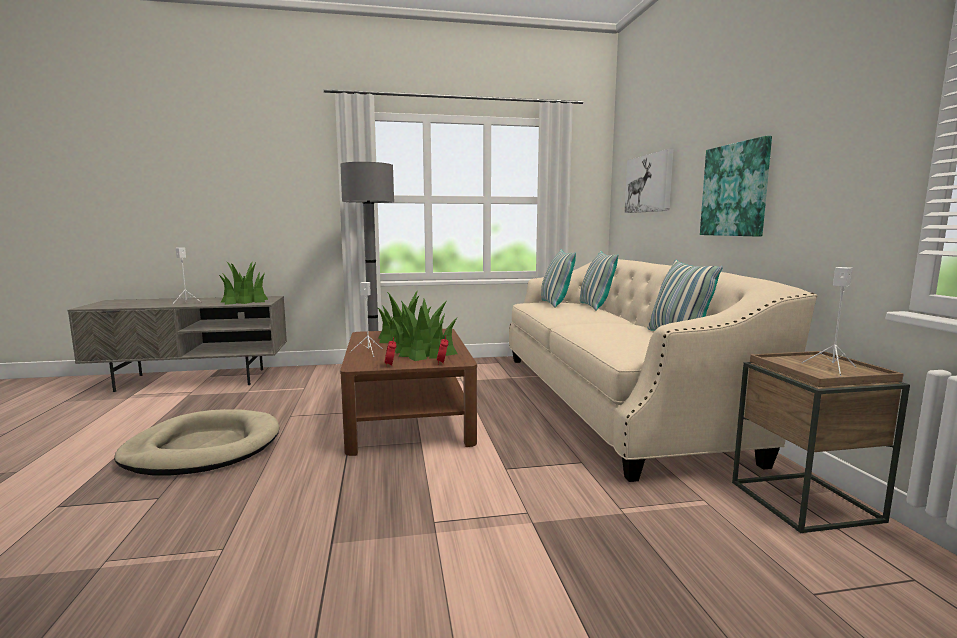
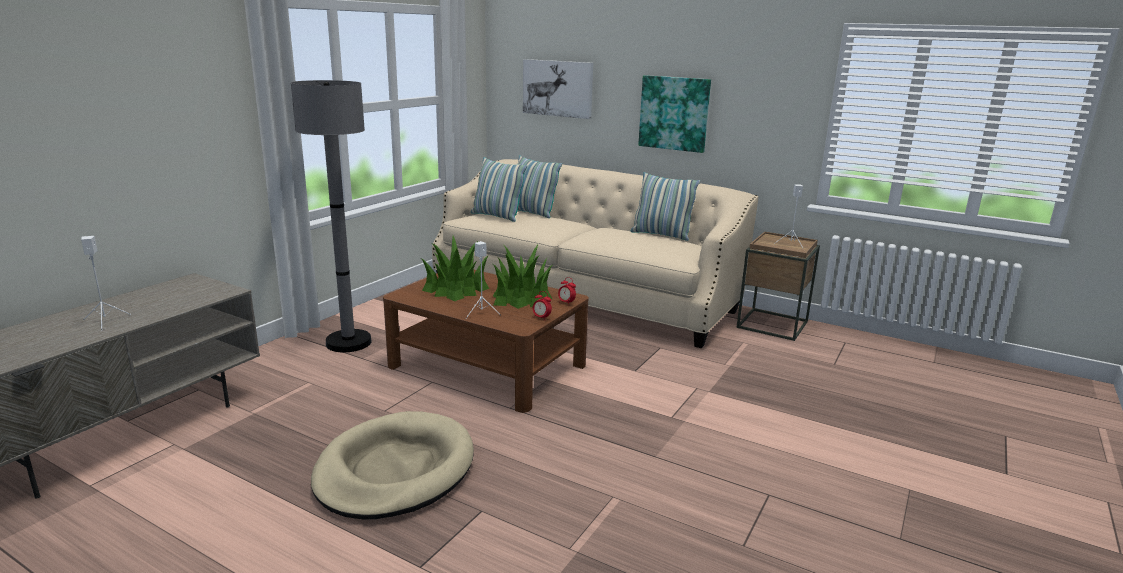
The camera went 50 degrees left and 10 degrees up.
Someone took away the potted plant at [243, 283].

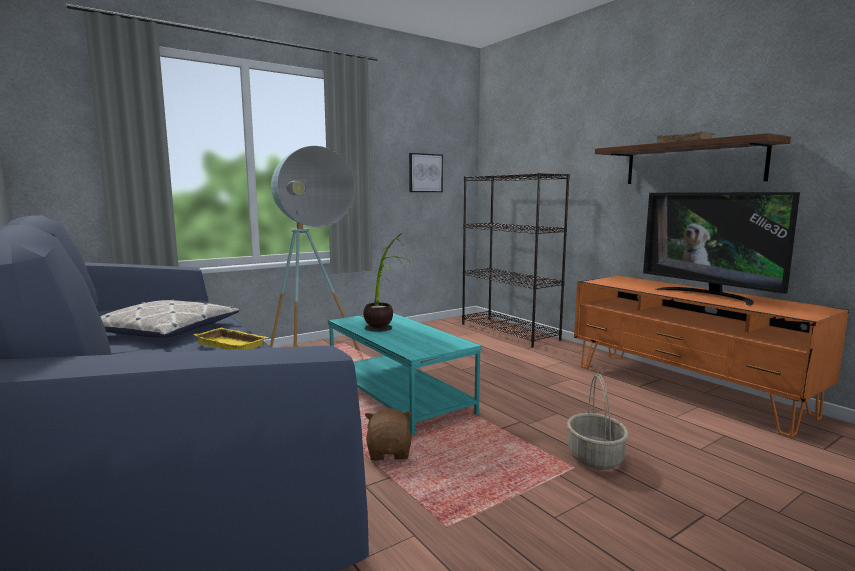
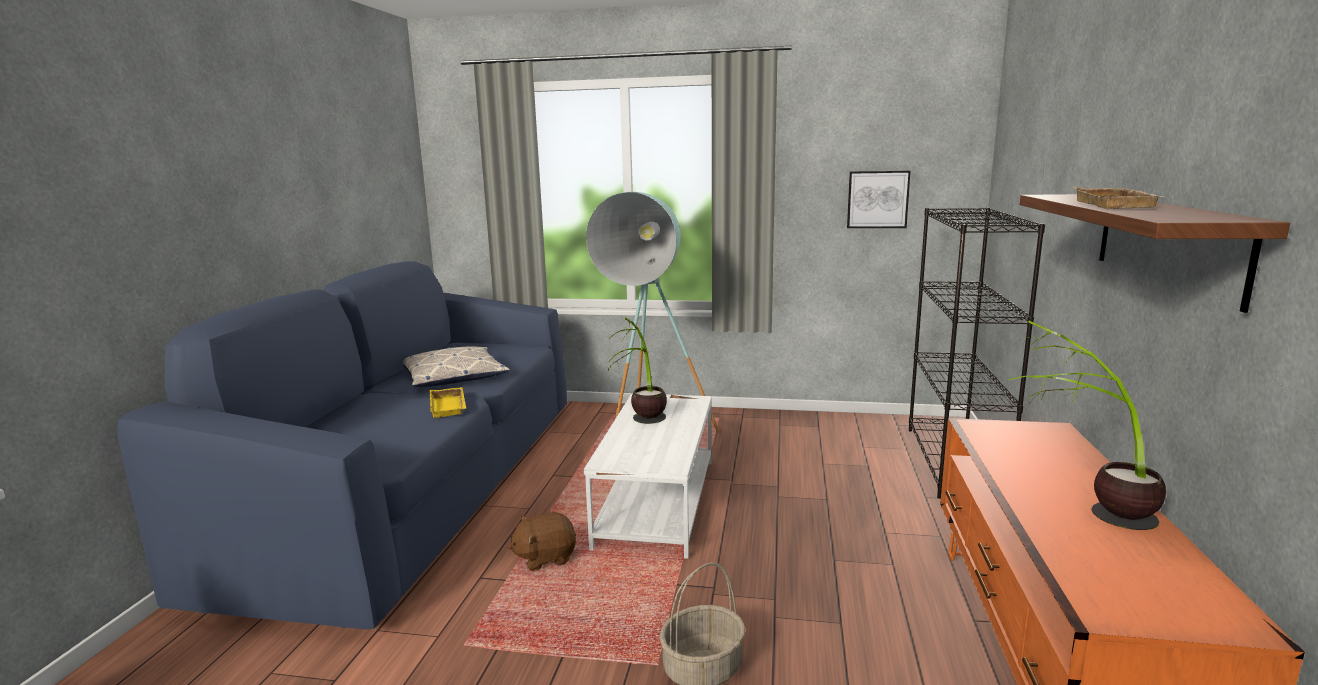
The camera went 45 degrees right and 5 degrees up.
Someone swapped the TV set at [721, 249] for the potted plant at [1087, 425].
Someone repainted the turquoise lounge table at [405, 374], which became the whitish lounge table at [647, 476].
Someone rotated the brown-coloured soft toy at [388, 434] by 150 degrees counterclockwise.

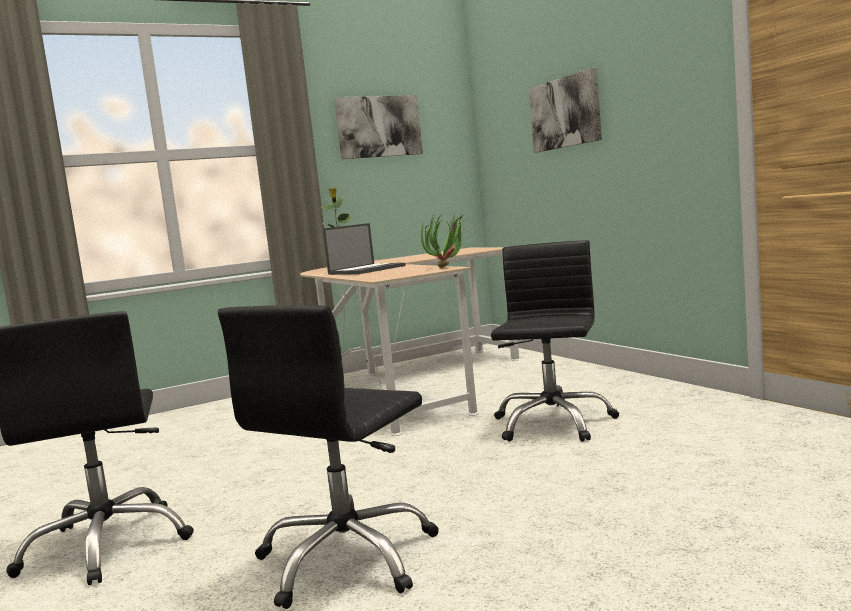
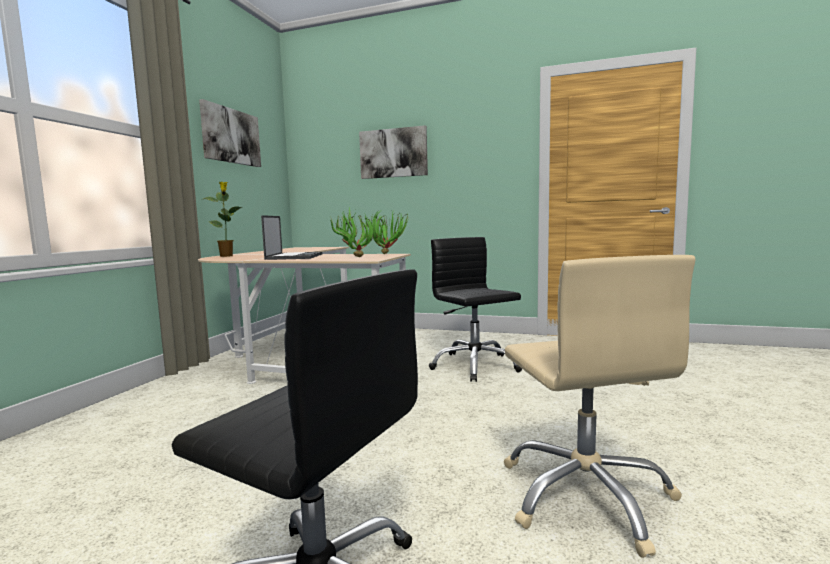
The camera went 45 degrees left and 0 degrees up.
Someone put down the potted plant at [352, 232].
Someone repainted the black computer chair at [328, 457], which became the sand-coloured computer chair at [599, 406].

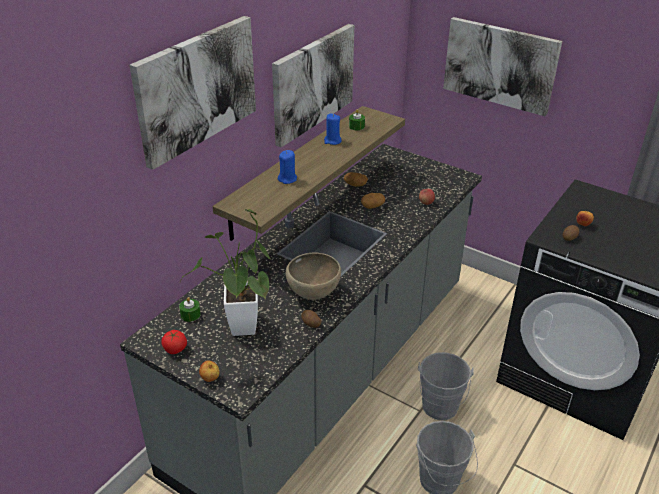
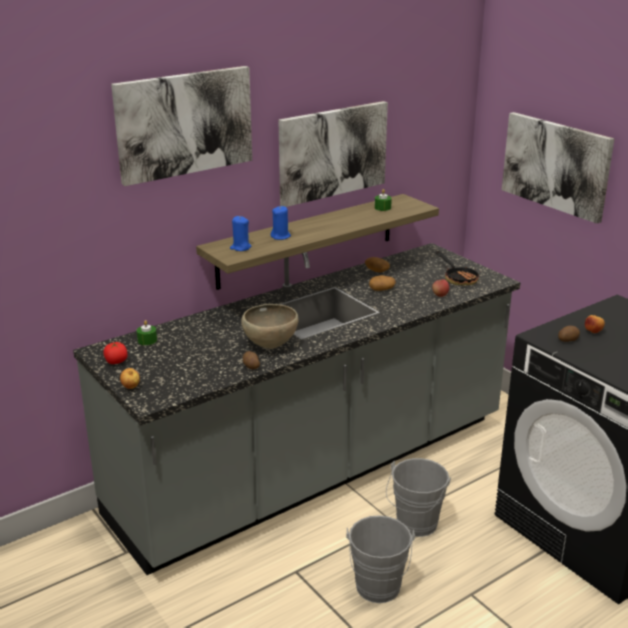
The camera went 20 degrees right and 10 degrees down.
Someone took away the potted plant at [225, 272].
Someone put down the skillet at [457, 268].
Someone carried the blue wax light from [333, 129] to [240, 233].

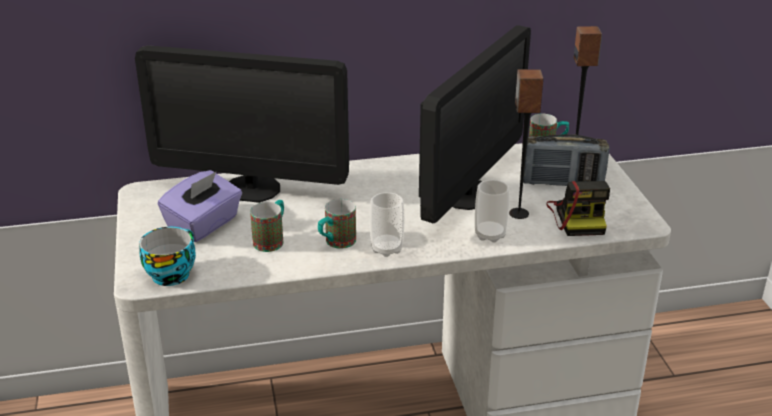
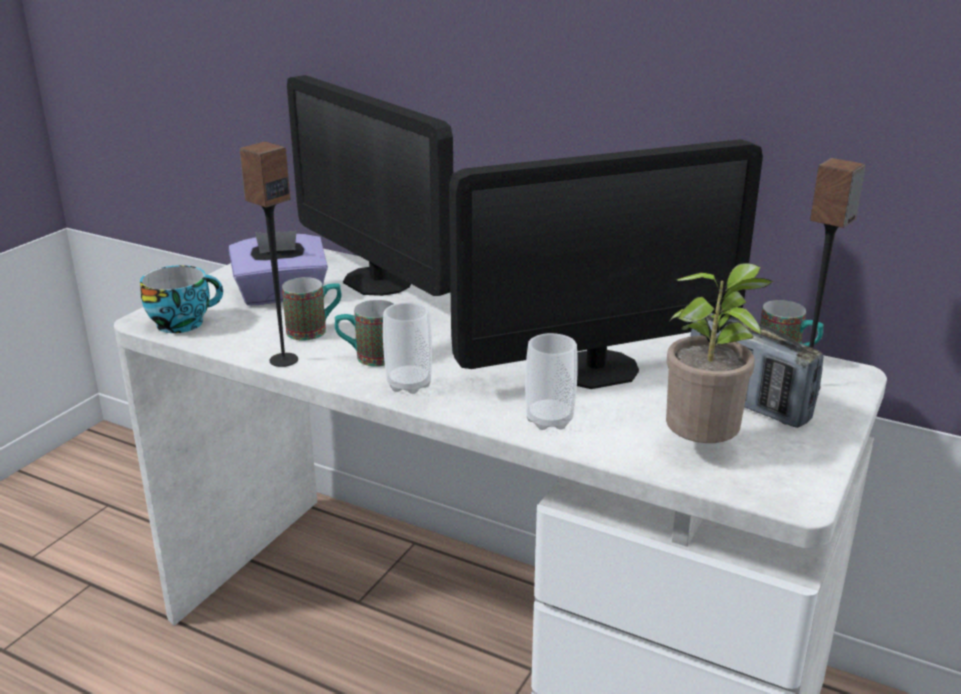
The camera went 40 degrees right and 5 degrees down.
Someone carried the loudspeaker from [526, 144] to [268, 254].
Someone swapped the still camera at [578, 208] for the potted plant at [719, 353].

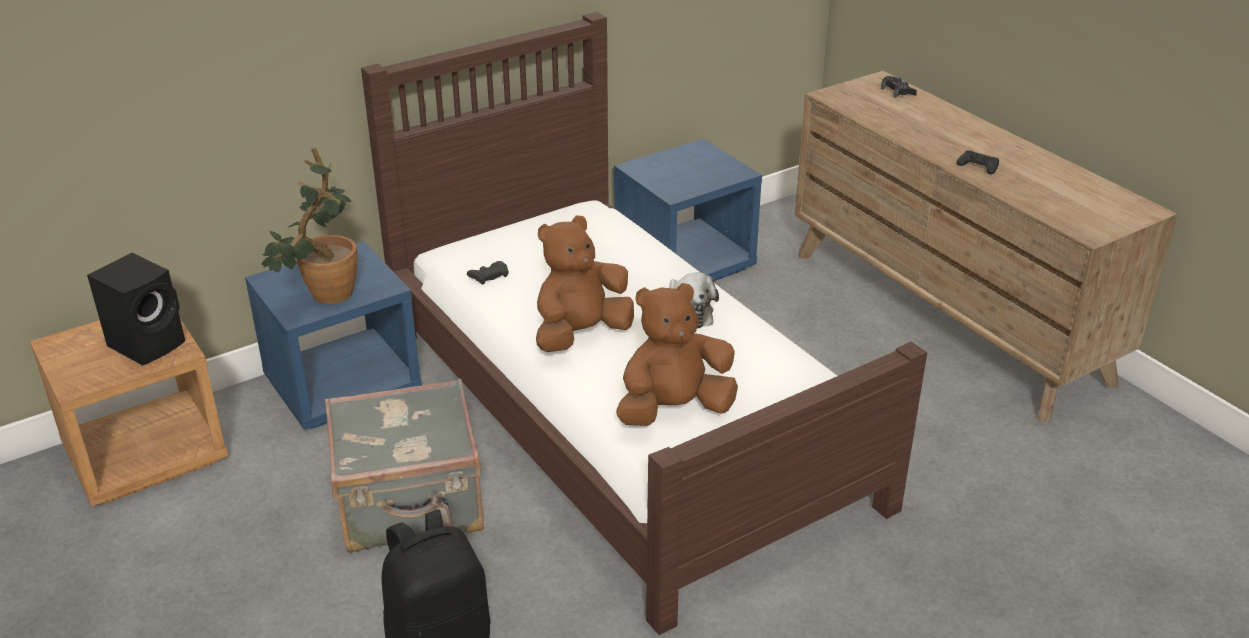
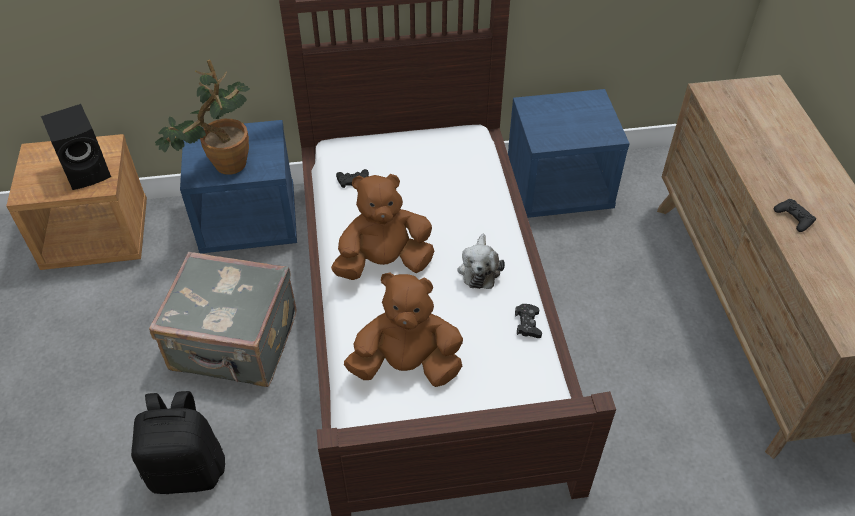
The camera went 25 degrees right and 15 degrees up.
Someone carried the black joypad from [899, 87] to [528, 321].

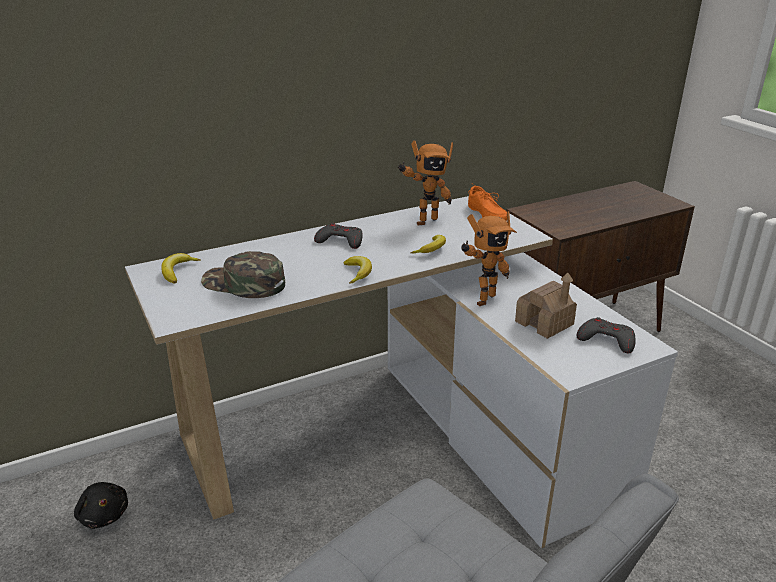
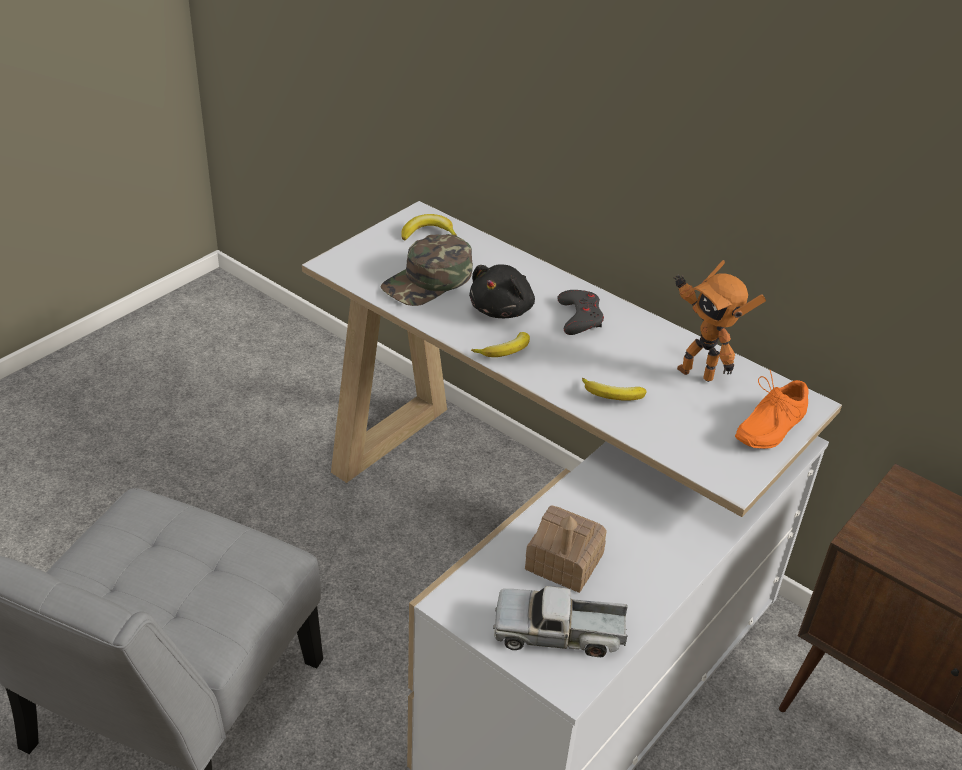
The camera went 65 degrees right and 10 degrees up.
Someone took away the model robot at [489, 258].
Someone carried the black soft toy from [101, 505] to [502, 291].
Someone swapped the gray joypad at [606, 335] for the toy truck at [560, 621].
Someone rotated the green peaked cap at [243, 274] by 135 degrees counterclockwise.

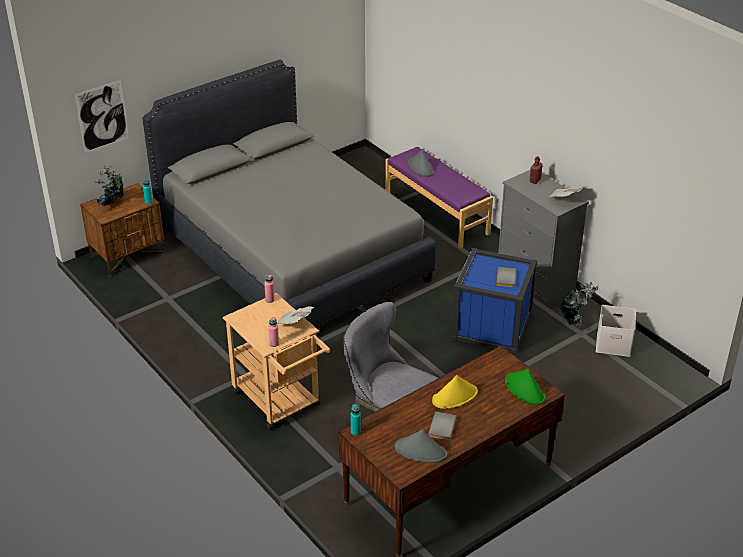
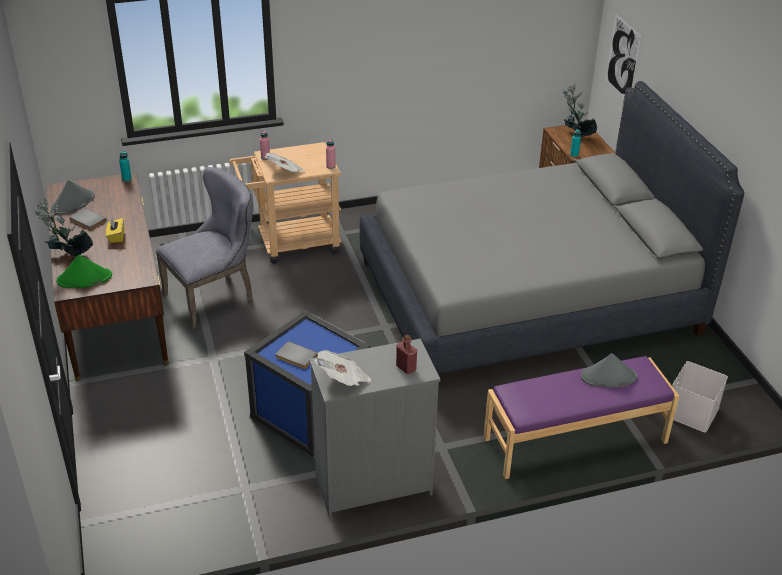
The camera went 110 degrees right and 0 degrees up.
Someone carried the potted plant from [579, 305] to [63, 227].
Someone carried the whitish storage box from [616, 331] to [697, 397].
Someone swapped the yellow-coloured wearable hat at [455, 392] for the yellow-coloured tissue box at [115, 230].

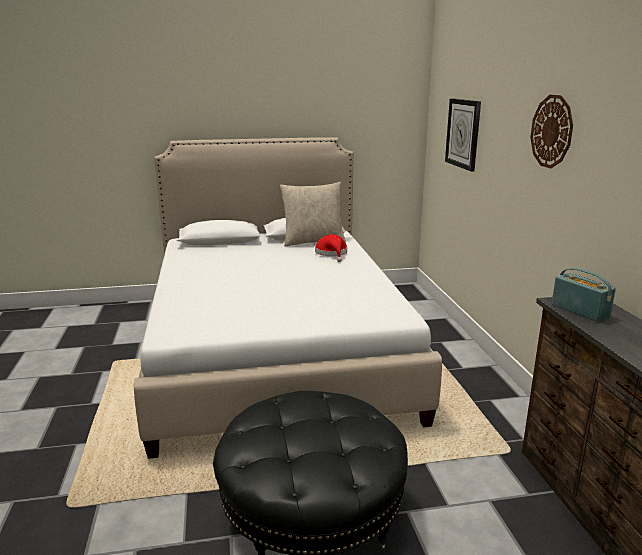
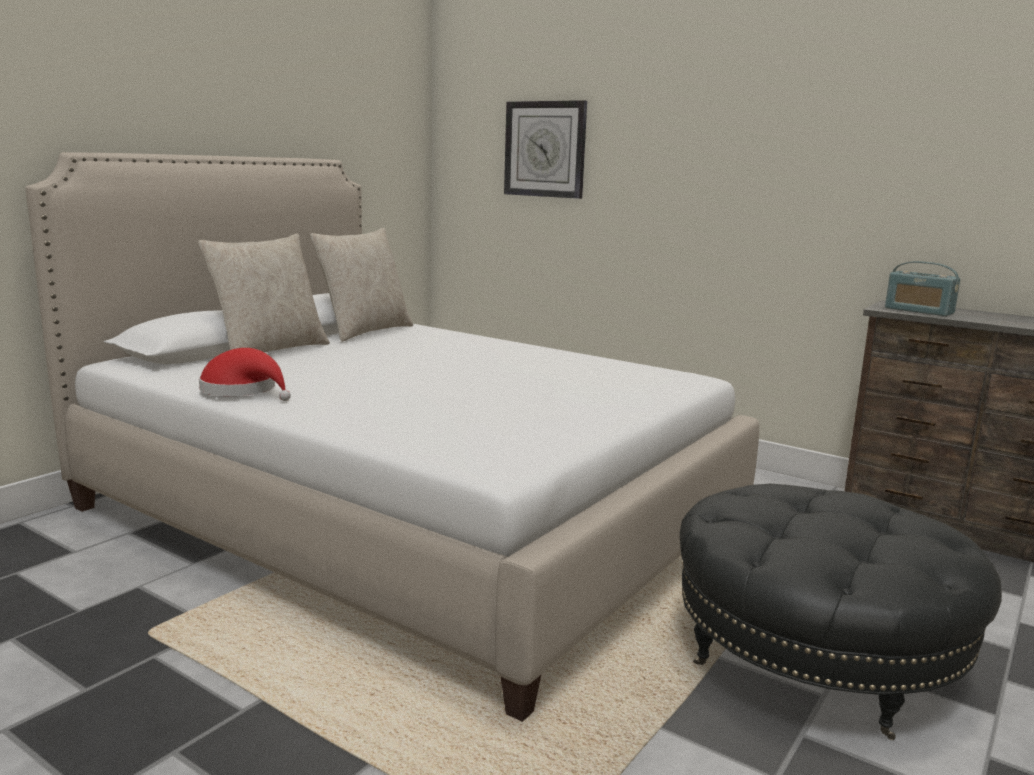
The camera went 45 degrees left and 5 degrees down.
Someone took away the wall clock at [551, 131].
Someone put down the sand-coloured cushion at [264, 293].
Someone carried the red wearable hat from [331, 248] to [245, 374].
Someone rotated the radio receiver at [584, 295] by 150 degrees counterclockwise.

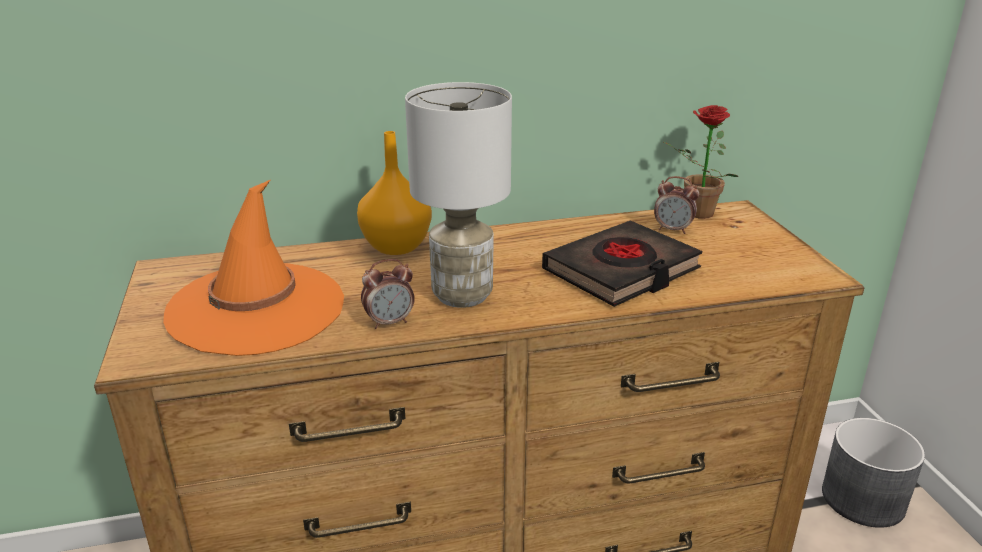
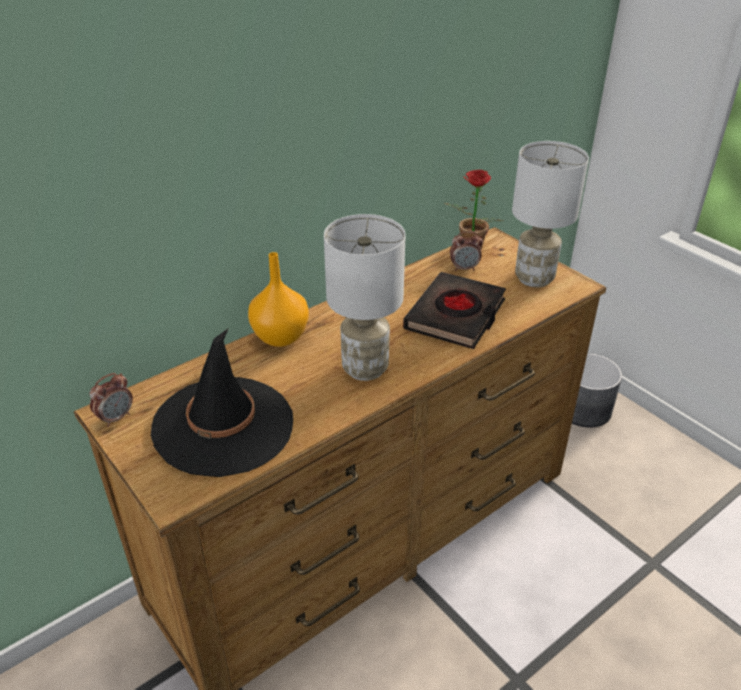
The camera went 25 degrees left and 10 degrees up.
Someone put down the whitish tabletop lamp at [550, 214].
Someone carried the alarm clock from [388, 294] to [111, 400].
Someone repainted the orange-coloured wearable hat at [253, 268], which became the black wearable hat at [222, 403].

